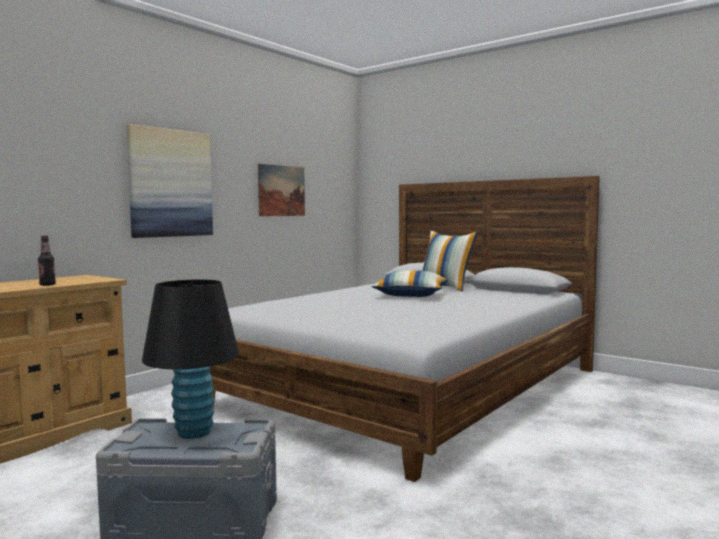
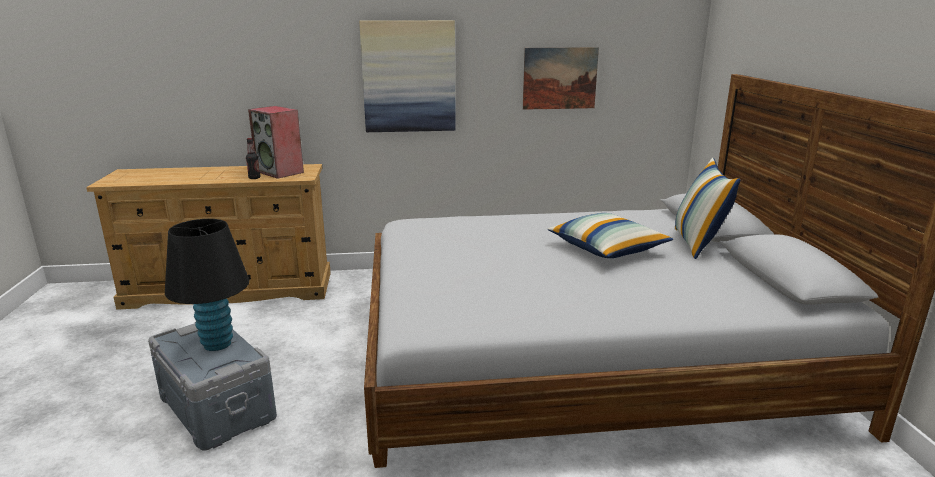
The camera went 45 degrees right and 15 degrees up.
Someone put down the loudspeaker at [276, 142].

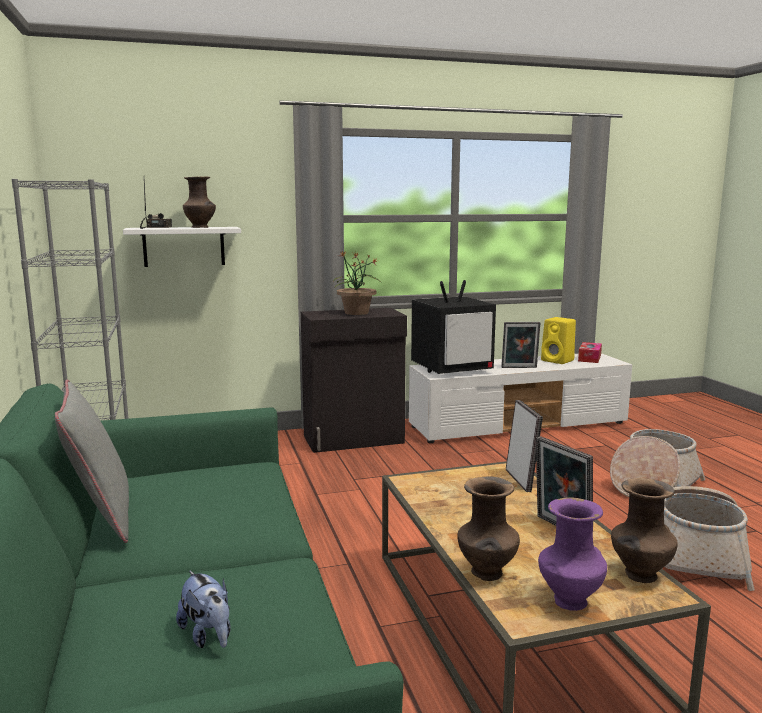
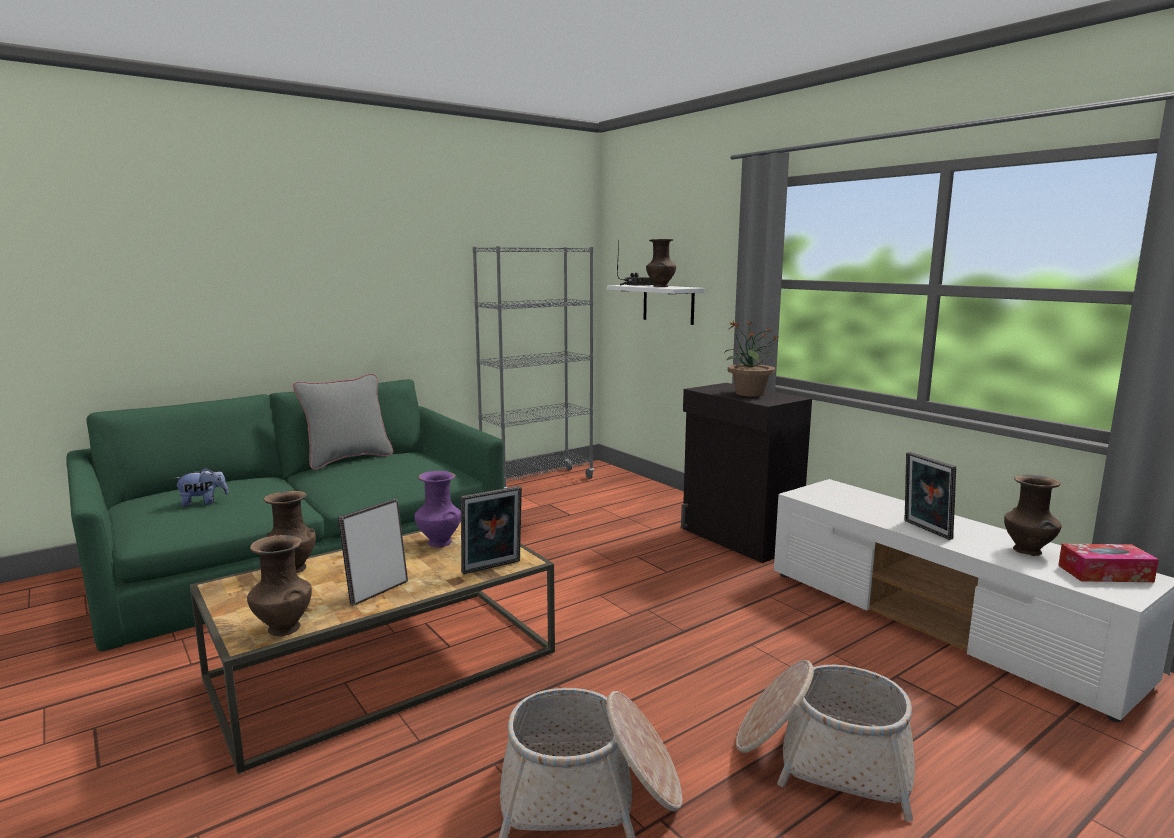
The camera went 70 degrees right and 0 degrees up.
Someone took away the TV set at [453, 327].
Someone carried the purple-coloured vase from [572, 554] to [437, 509].
Someone swapped the yellow-coloured loudspeaker at [558, 340] for the brown-coloured vase at [1033, 515].
Someone rotated the soft toy at [203, 609] by 150 degrees counterclockwise.

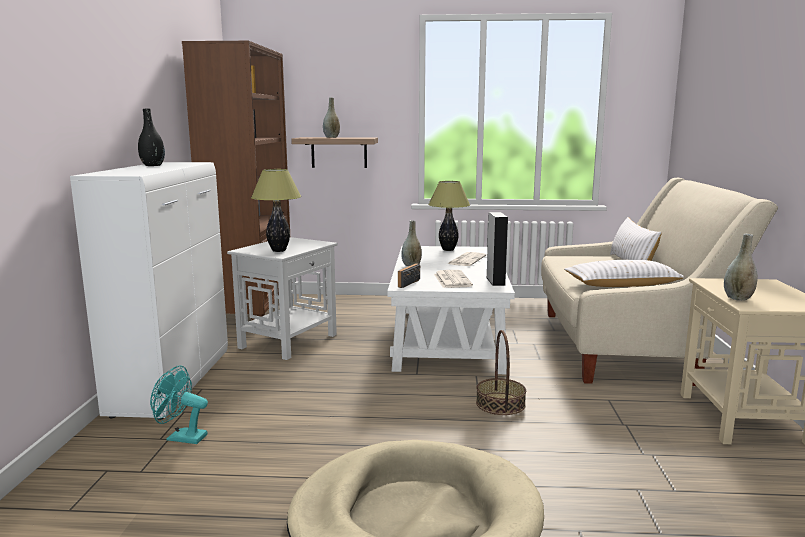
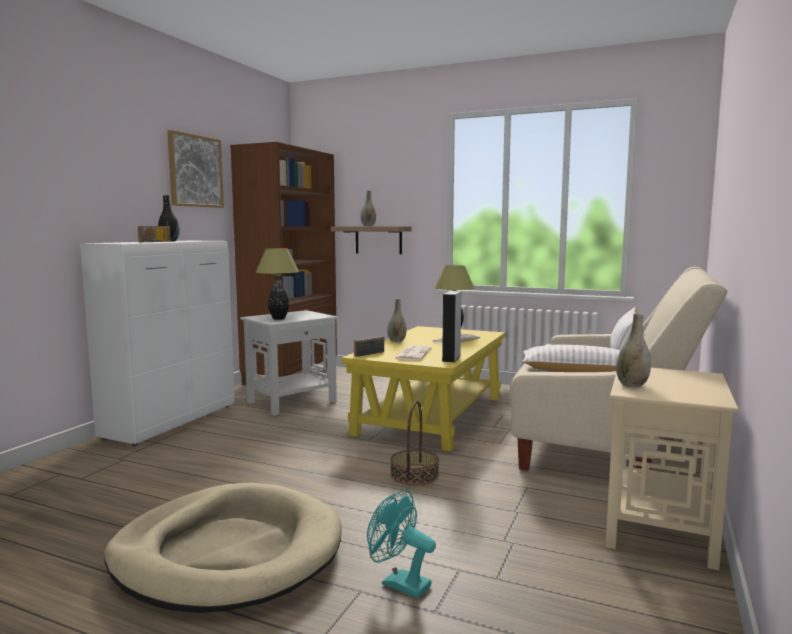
The camera went 20 degrees right and 5 degrees down.
Someone put down the radio receiver at [154, 234].
Someone put up the wall art at [195, 169].
Someone carried the turquoise electric fan from [179, 404] to [401, 544].
Someone repainted the whitish lounge table at [451, 310], which became the yellow-coloured lounge table at [423, 388].

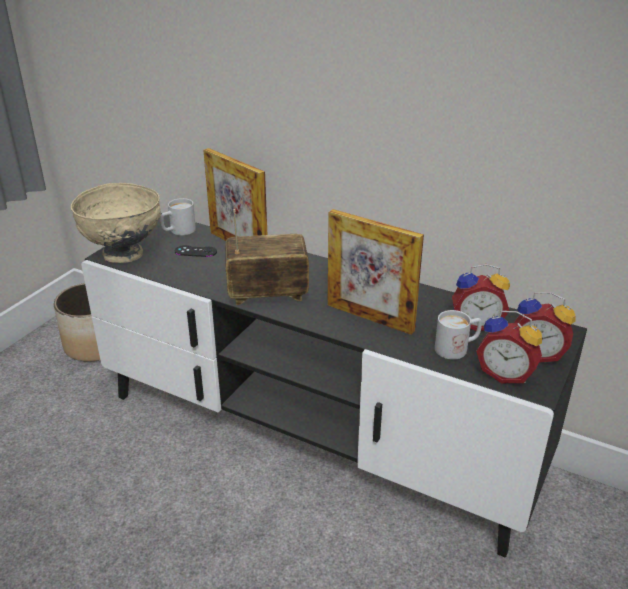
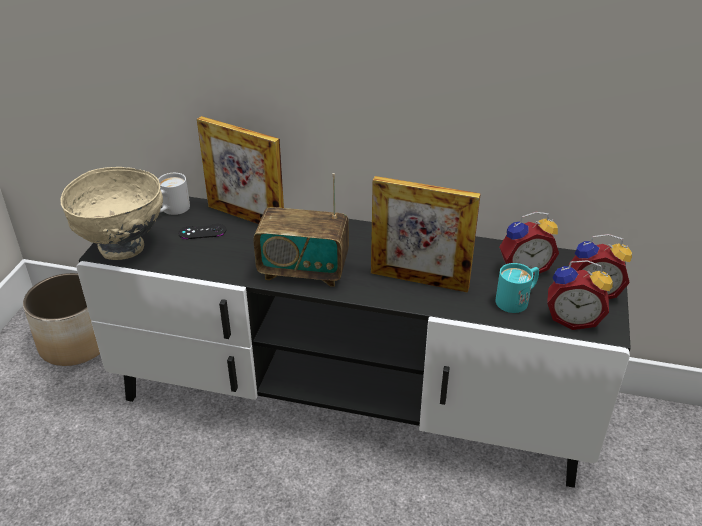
The camera went 15 degrees left and 5 degrees up.
Someone repainted the whitish coffee mug at [458, 335], which became the turquoise coffee mug at [517, 288].
Someone rotated the radio receiver at [267, 257] by 150 degrees counterclockwise.

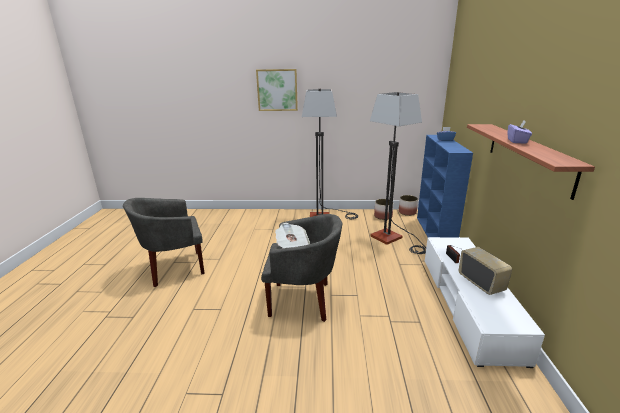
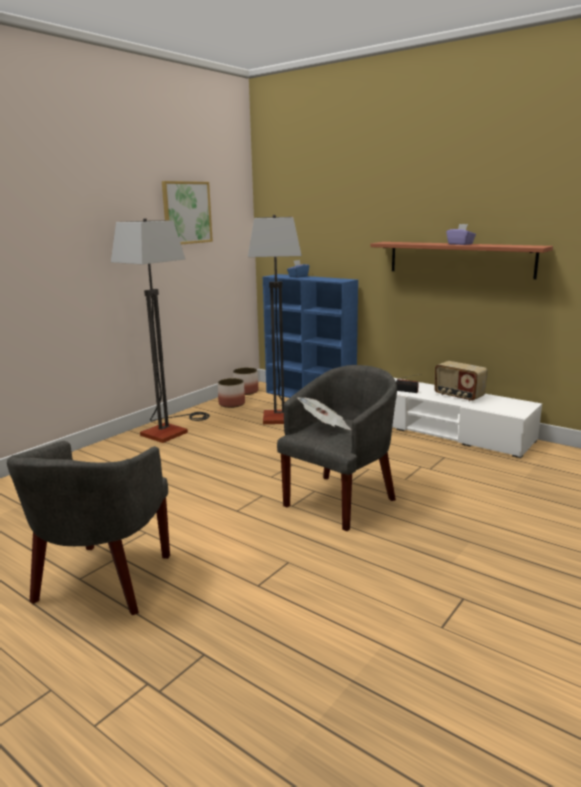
The camera went 55 degrees left and 5 degrees down.
Someone carried the wall art from [277, 90] to [187, 212].
Someone rotated the radio receiver at [485, 271] by 150 degrees counterclockwise.

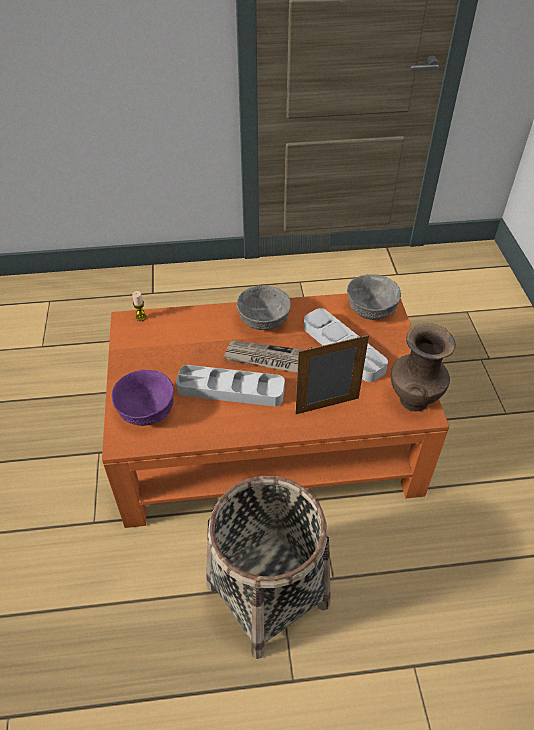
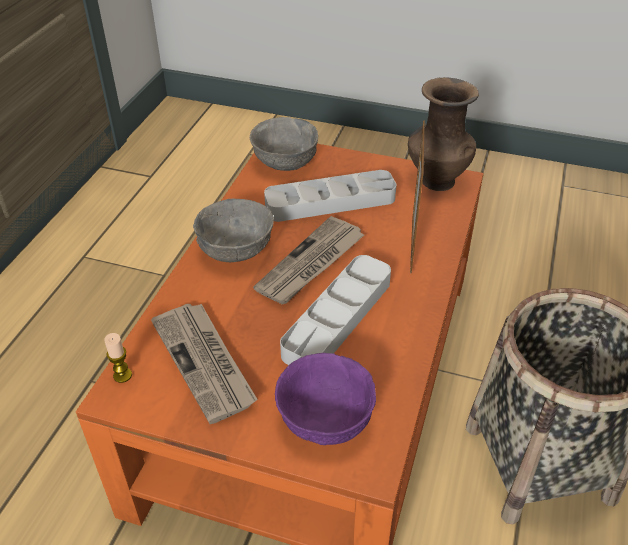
The camera went 65 degrees left and 5 degrees down.
Someone put down the newspaper at [204, 364].

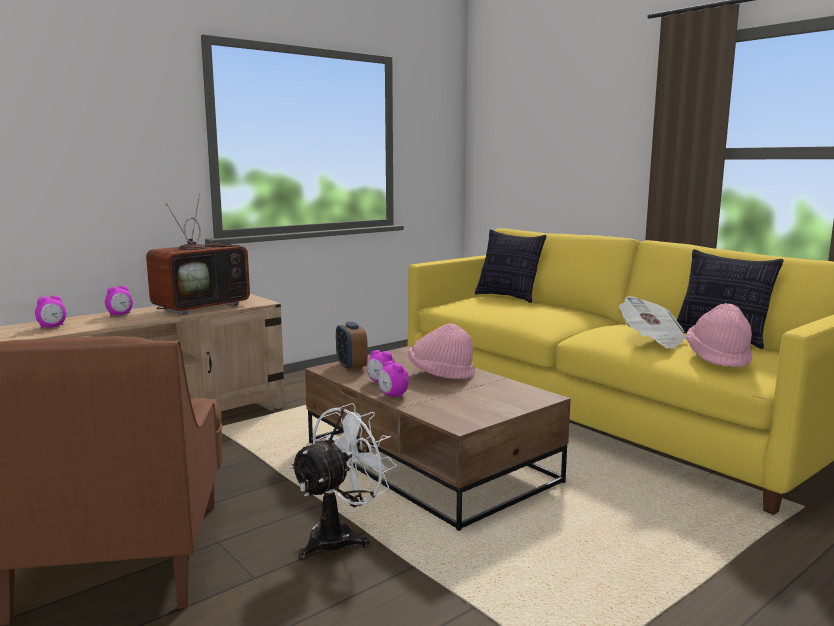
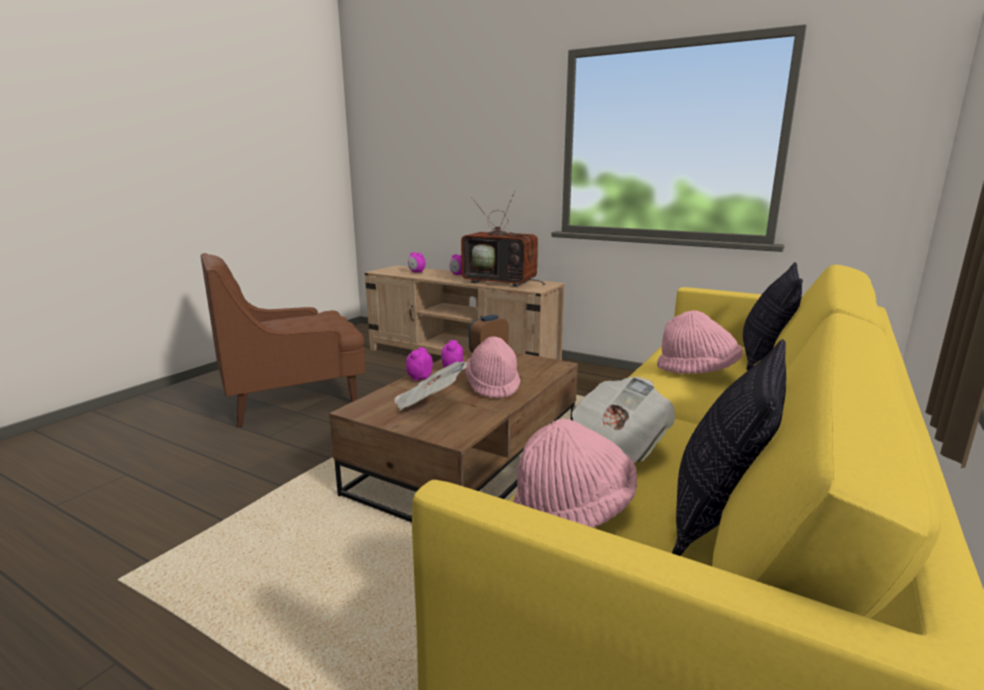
The camera went 70 degrees right and 5 degrees up.
Someone took away the whitish electric fan at [343, 481].
Someone put down the newspaper at [430, 386].
Someone put down the pink-coloured wearable hat at [700, 342].

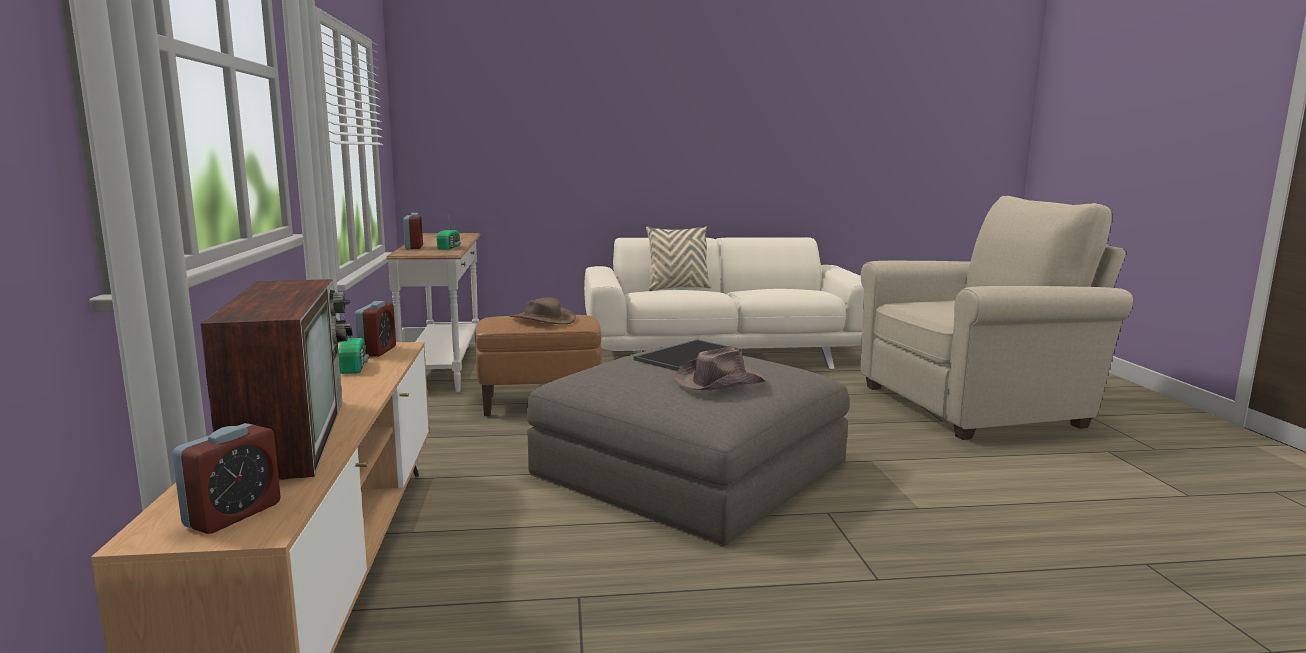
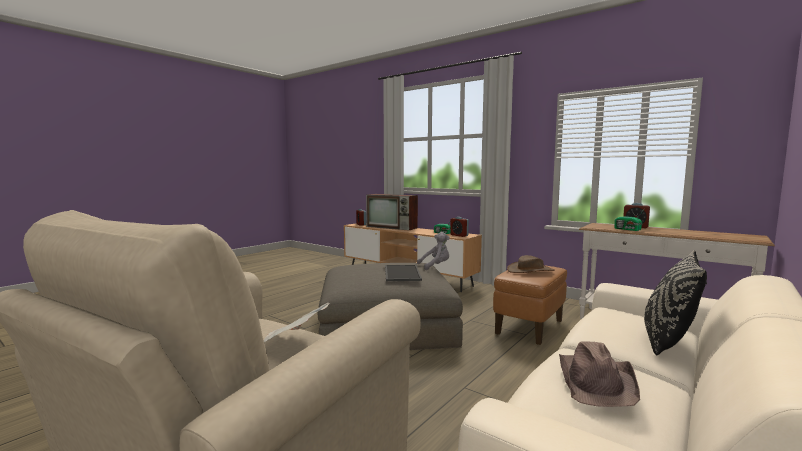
The camera went 135 degrees right and 5 degrees down.
Someone put down the newspaper at [297, 322].
Someone put down the gray soft toy at [433, 251].
Someone carried the brown-coloured wearable hat from [719, 368] to [599, 374].
Someone repainted the sand-coloured cushion at [679, 258], which became the black cushion at [675, 303].

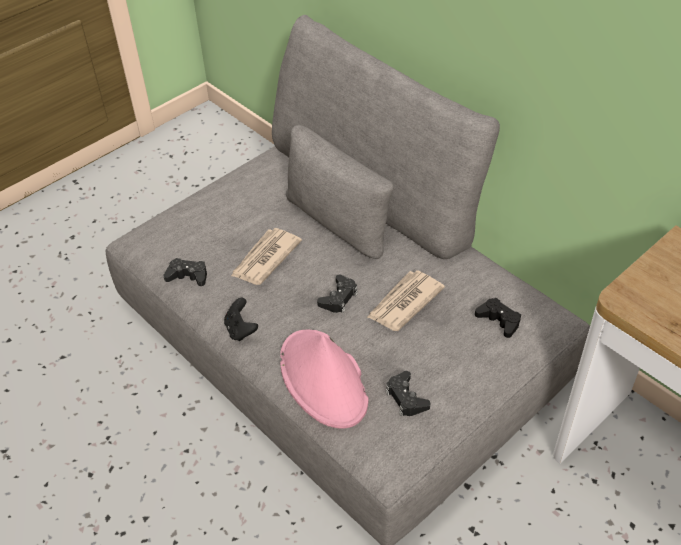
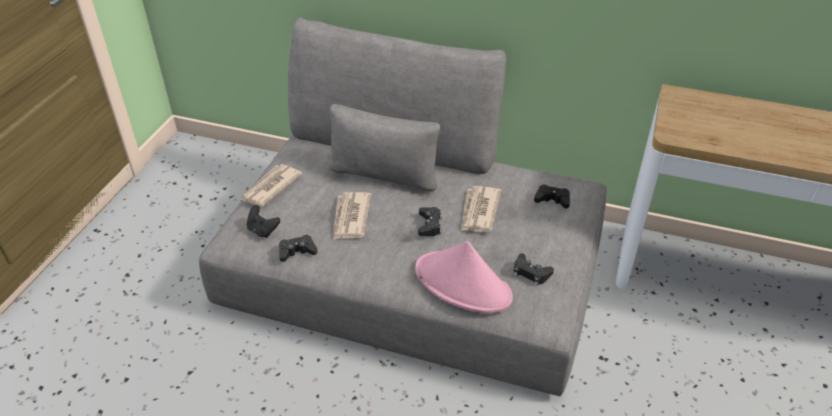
The camera went 30 degrees left and 5 degrees down.
Someone put down the newspaper at [271, 185].
Someone carried the black joypad from [241, 319] to [263, 221].

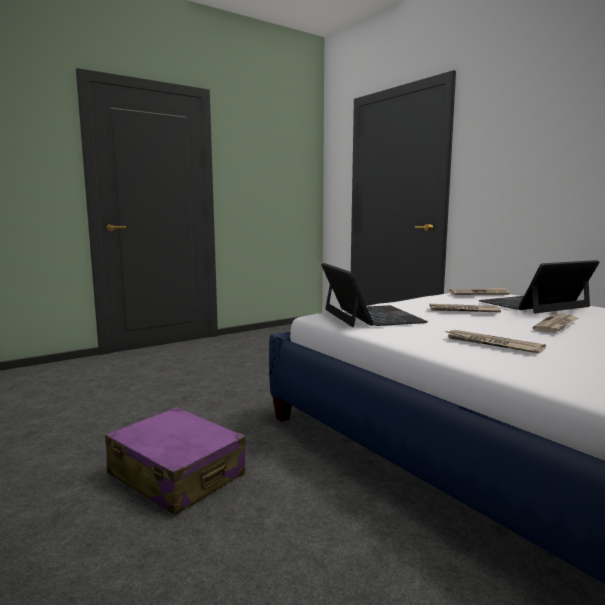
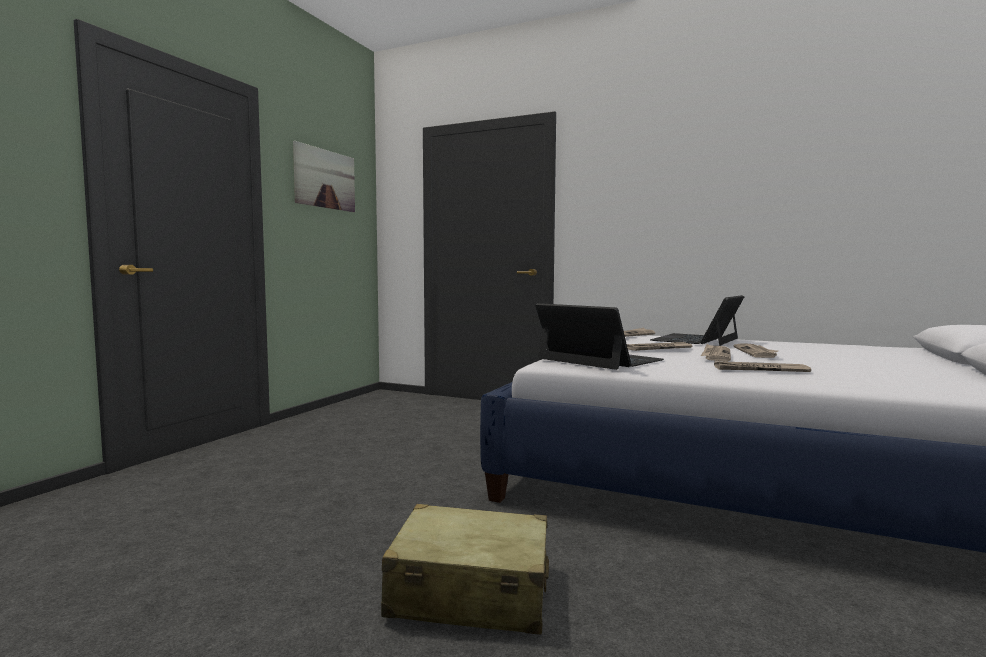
The camera went 30 degrees left and 5 degrees down.
Someone put up the wall art at [324, 176].
Someone put down the newspaper at [716, 353].
Someone repainted the purple-coloured suitcase at [175, 461], which became the sand-coloured suitcase at [465, 569].

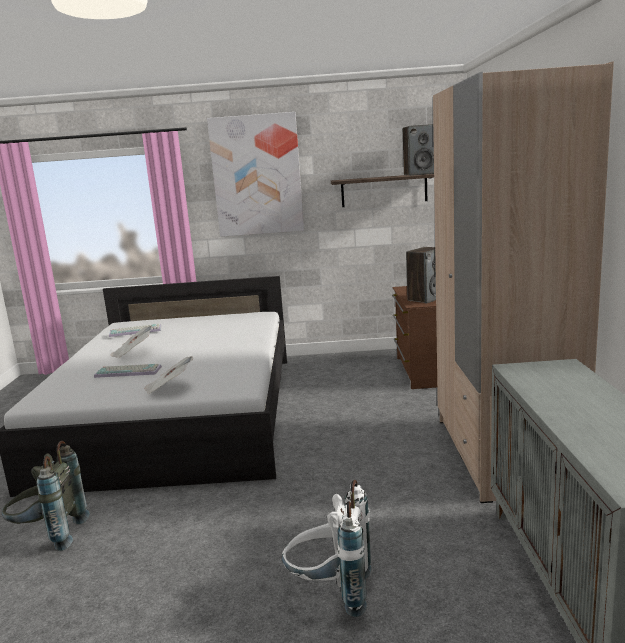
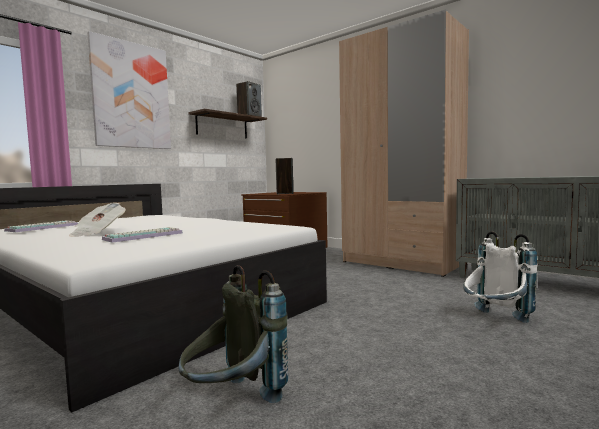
The camera went 50 degrees left and 10 degrees down.
Someone took away the newspaper at [168, 375].

